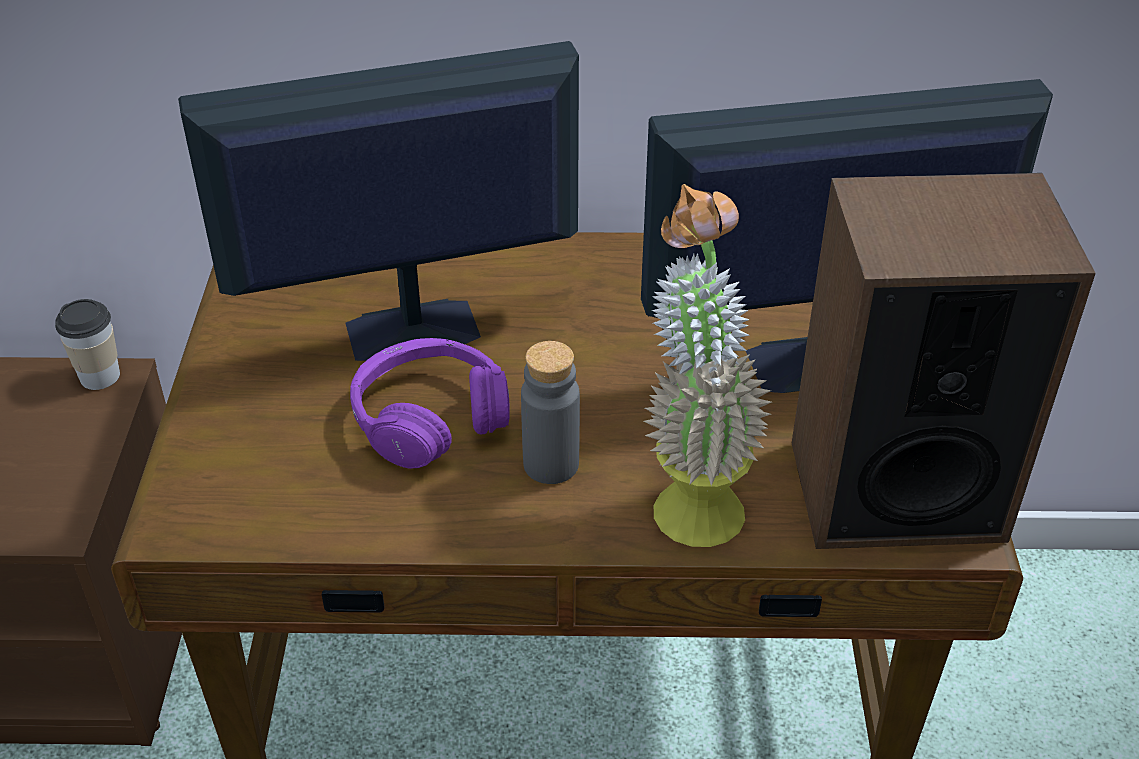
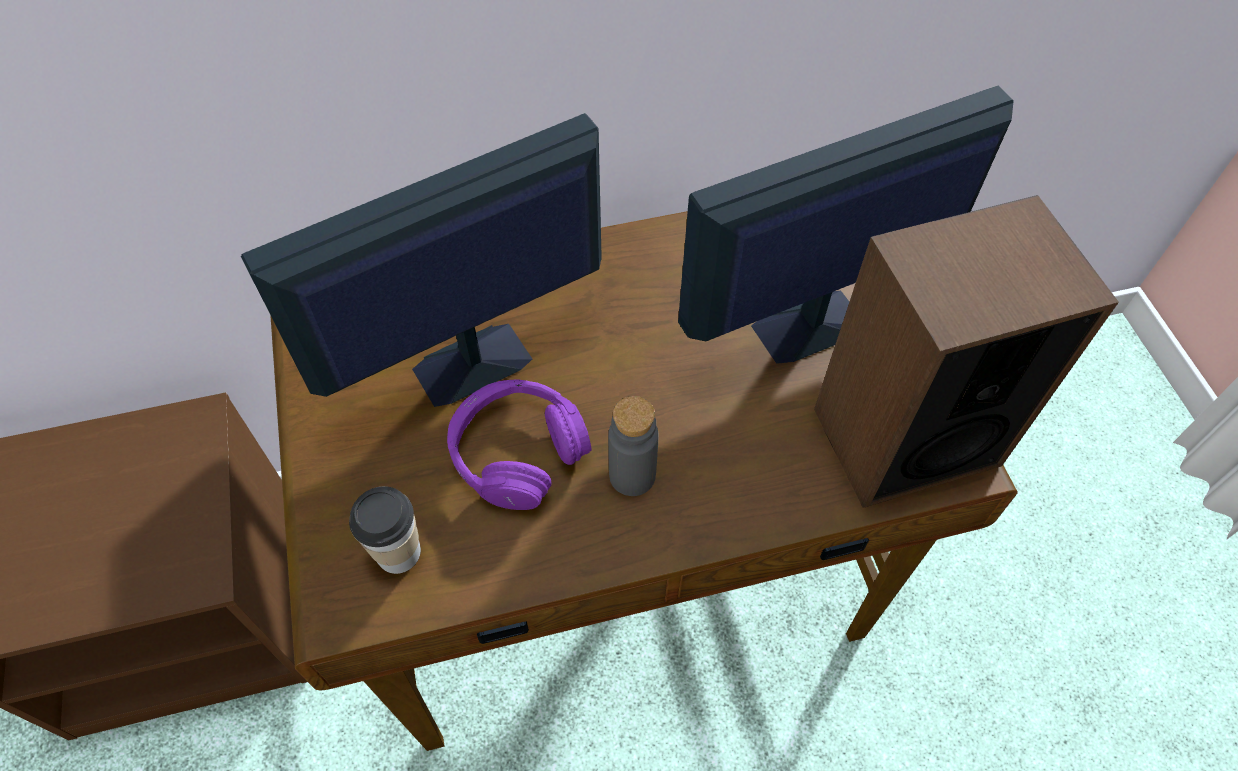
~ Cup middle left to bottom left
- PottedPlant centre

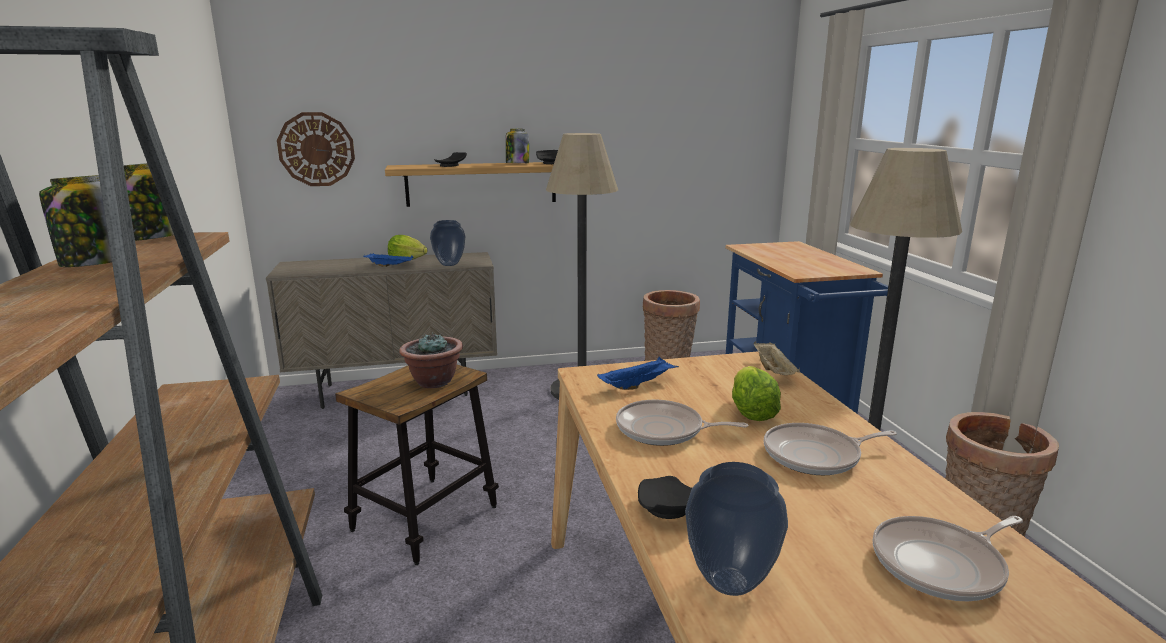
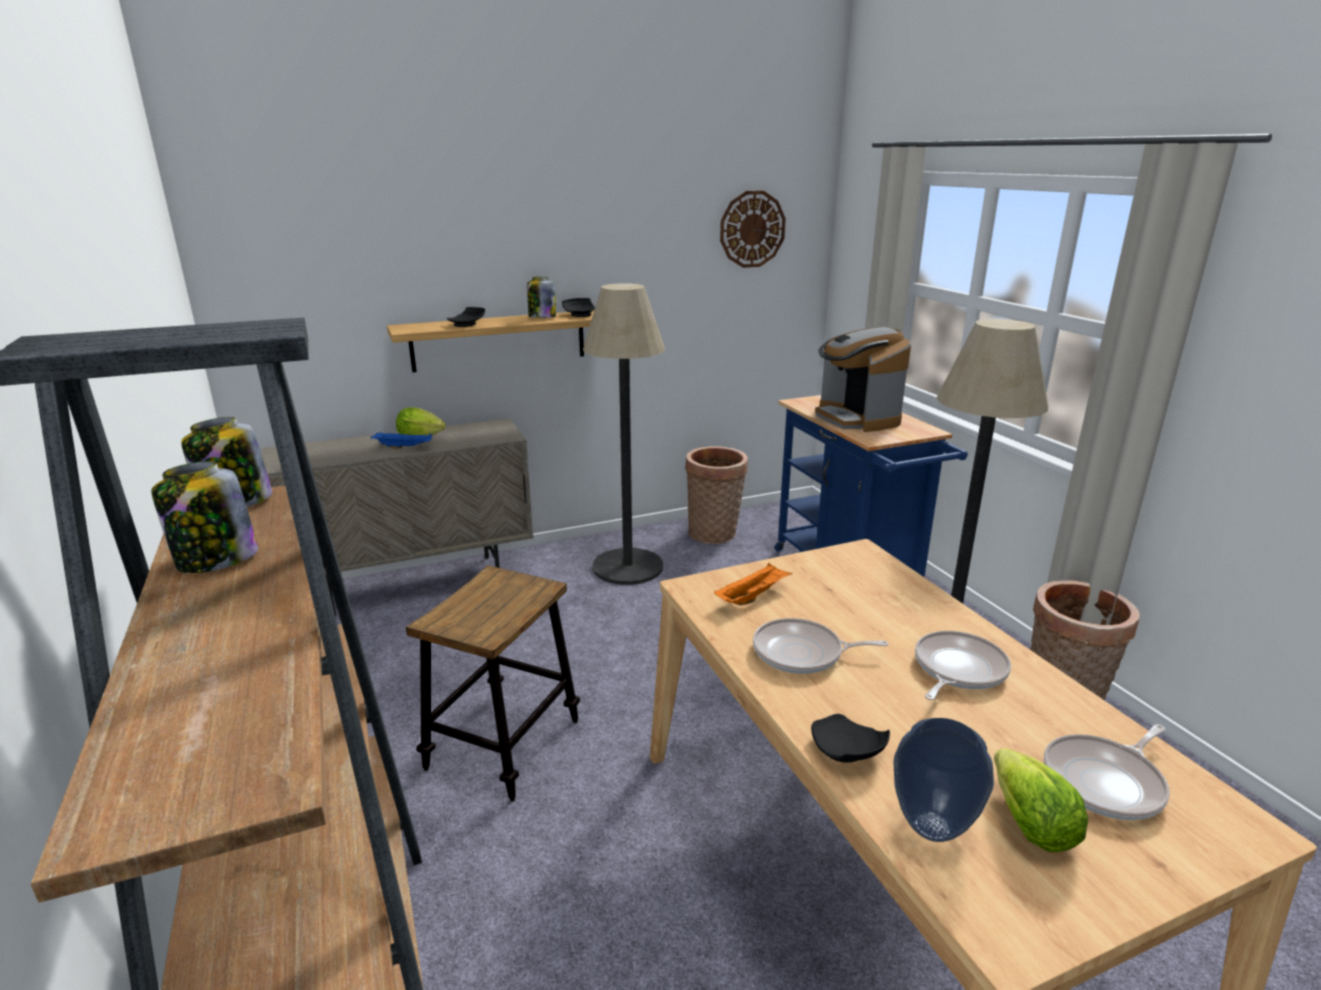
~ BlueTray (2nd from left) centre to OrangeTray centre
~ WallClock top left to top centre
+ CoffeeMachine centre
~ FryingPan (2nd from left) bottom right = bottom right 150 degrees clockwise
~ Lettuce (2nd from left) centre to bottom right
- PottedPlant centre
- Vase (1st from left) centre
- BeigeTray centre

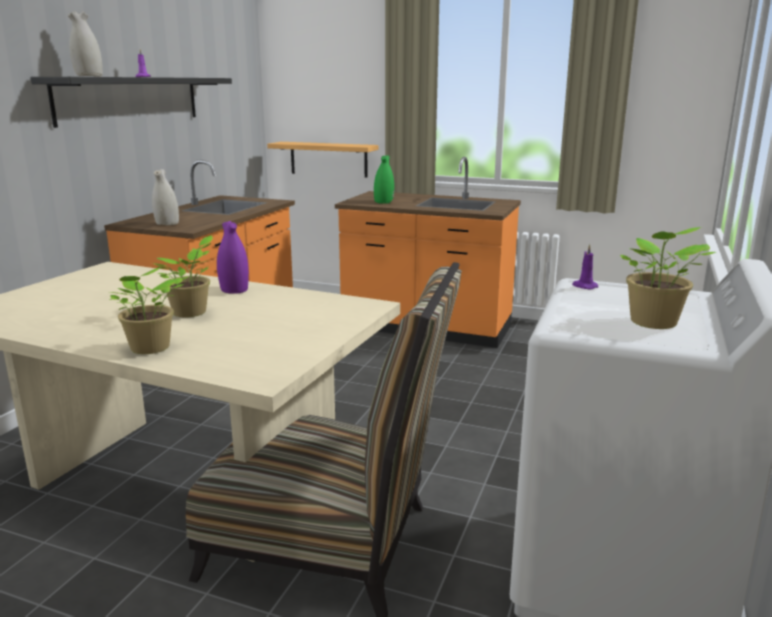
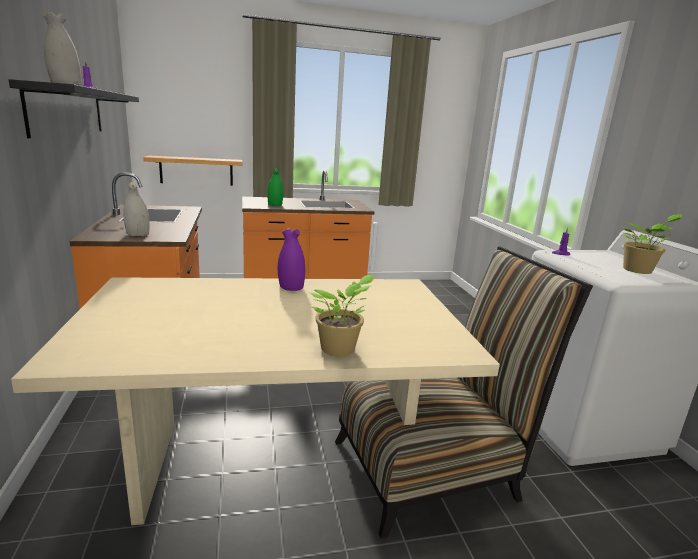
- PottedPlant (2nd from left) middle left

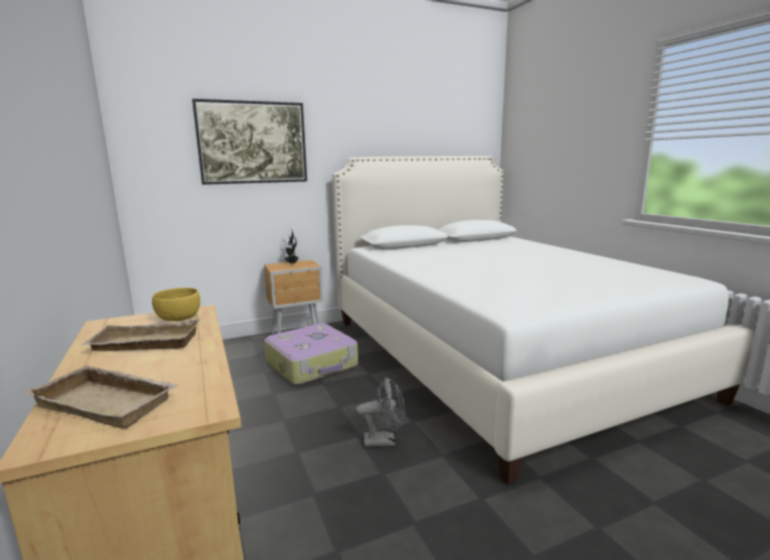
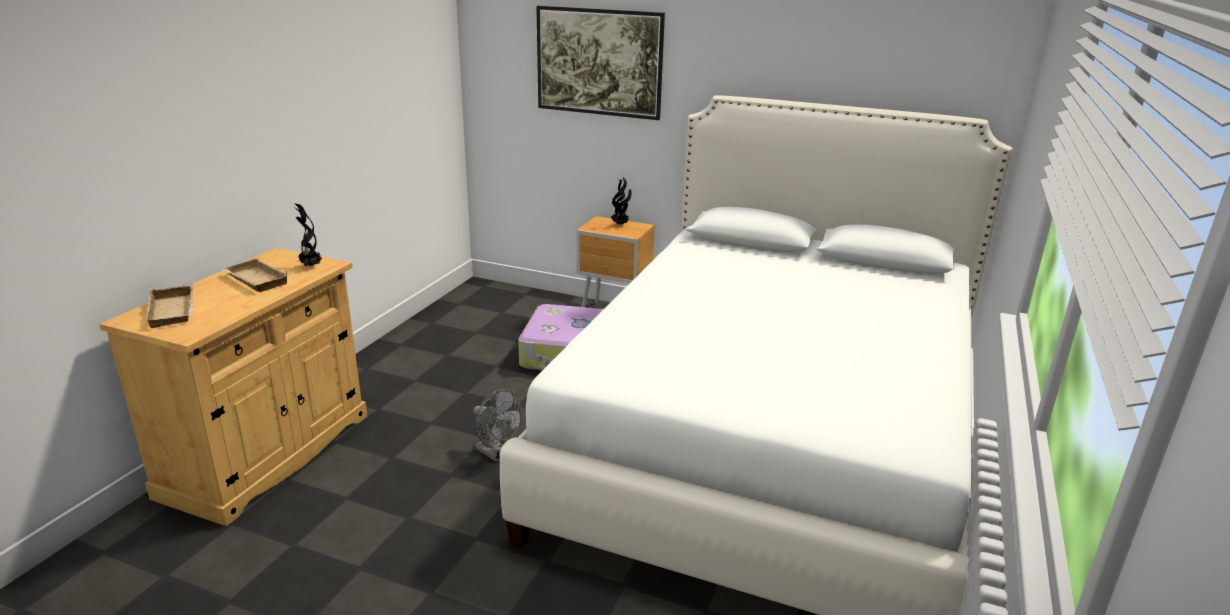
~ YellowBowl middle left to PottedPlant (1st from left) middle left

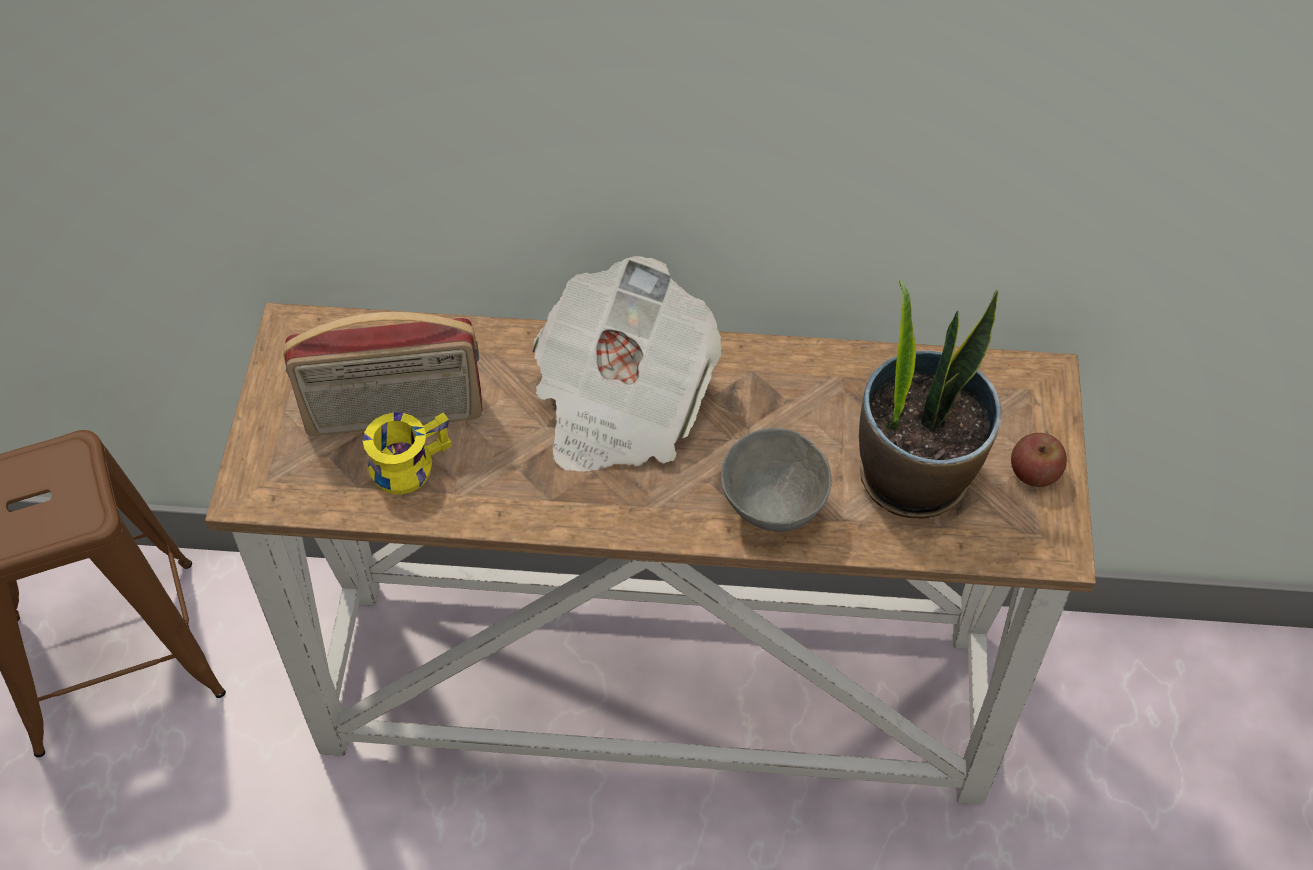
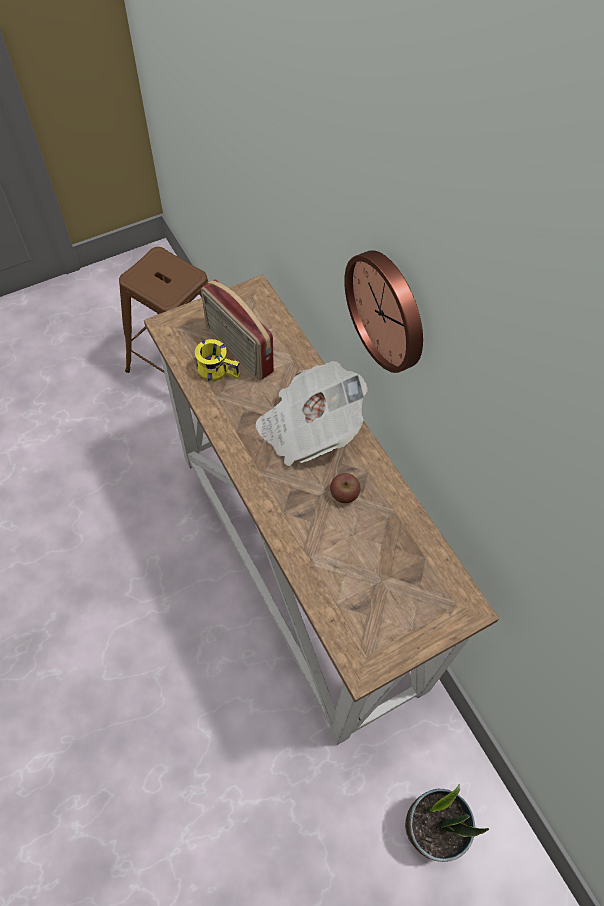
~ Apple middle right to centre
+ WallClock centre
~ PottedPlant middle right to bottom right
- GreyBowl centre

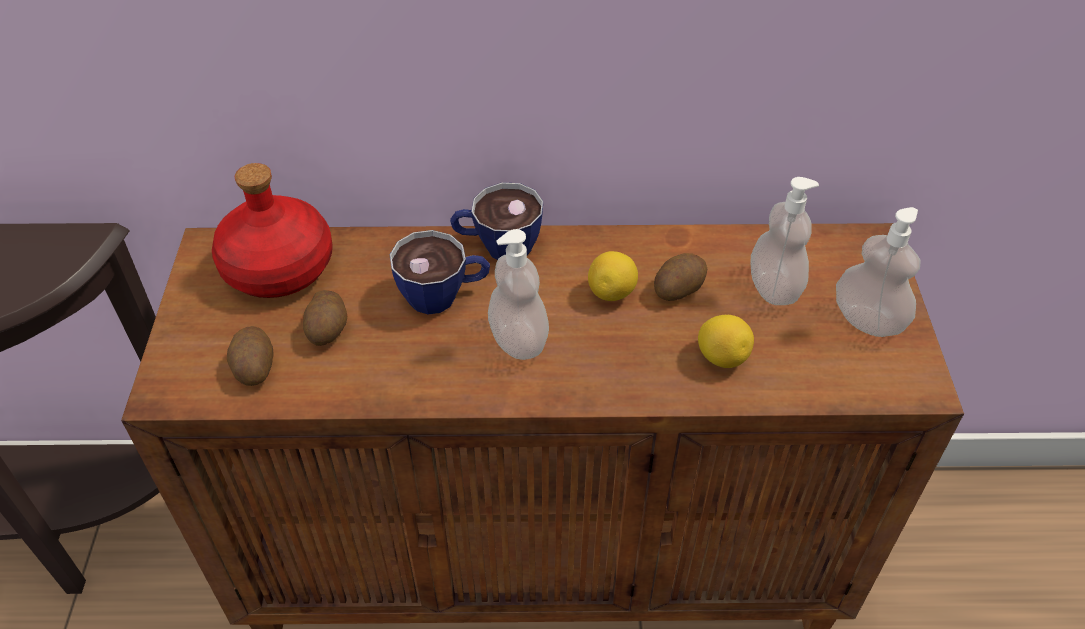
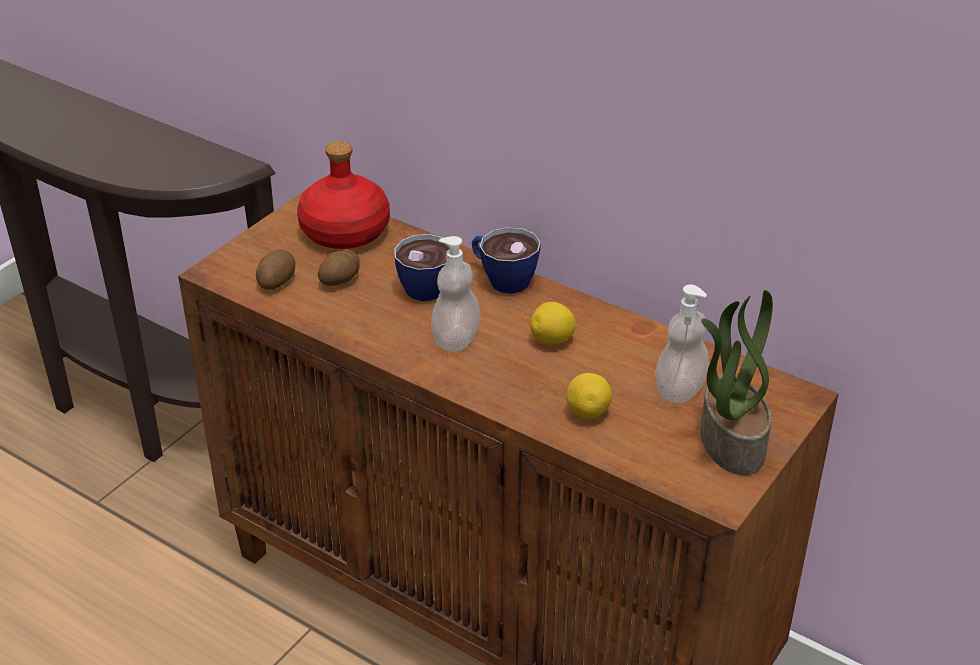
~ SoapDispenser (3rd from left) middle right to PottedPlant middle right
- Potato (3rd from left) centre

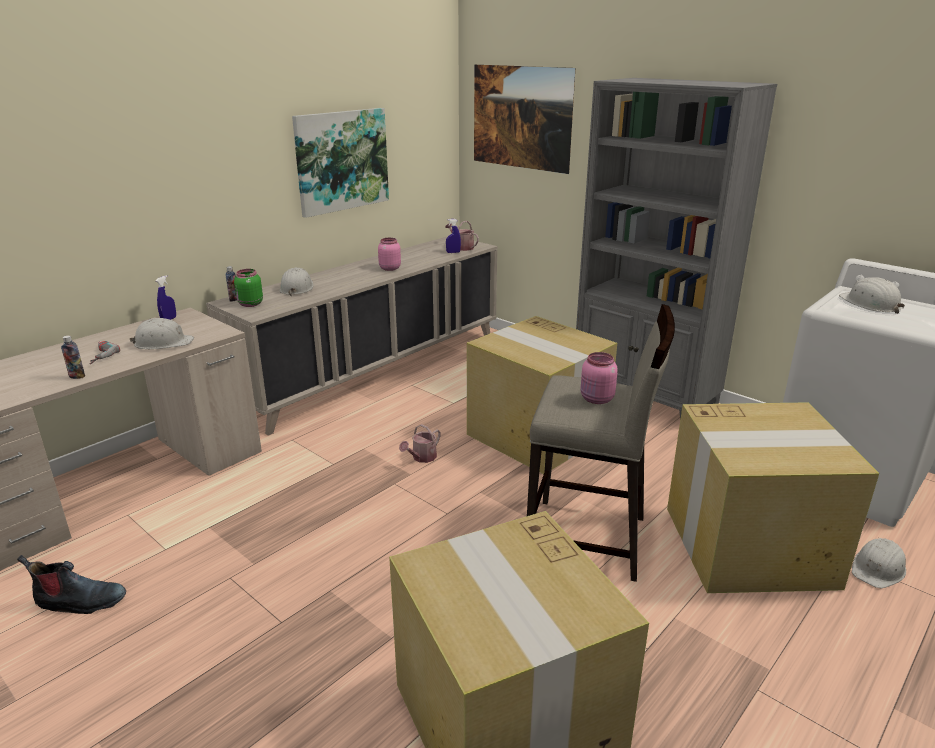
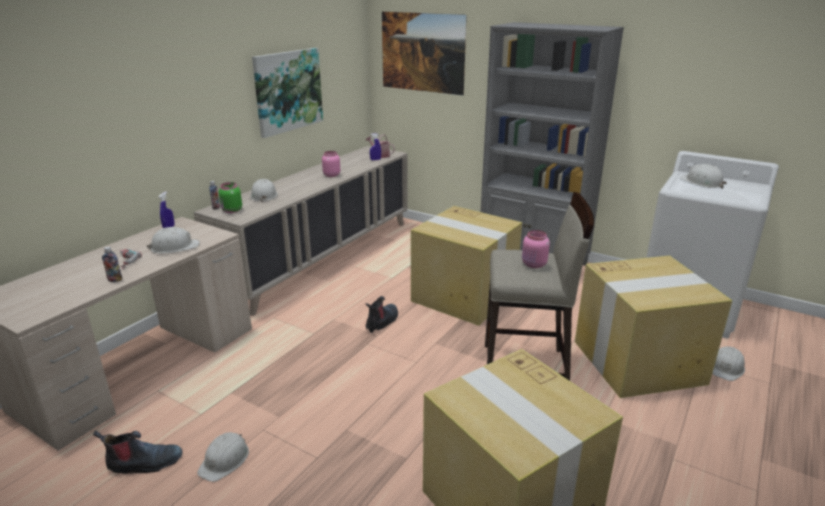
+ WhiteHardHat (2nd from left) bottom left
~ WateringCan (1st from left) centre to Boot (2nd from left) centre

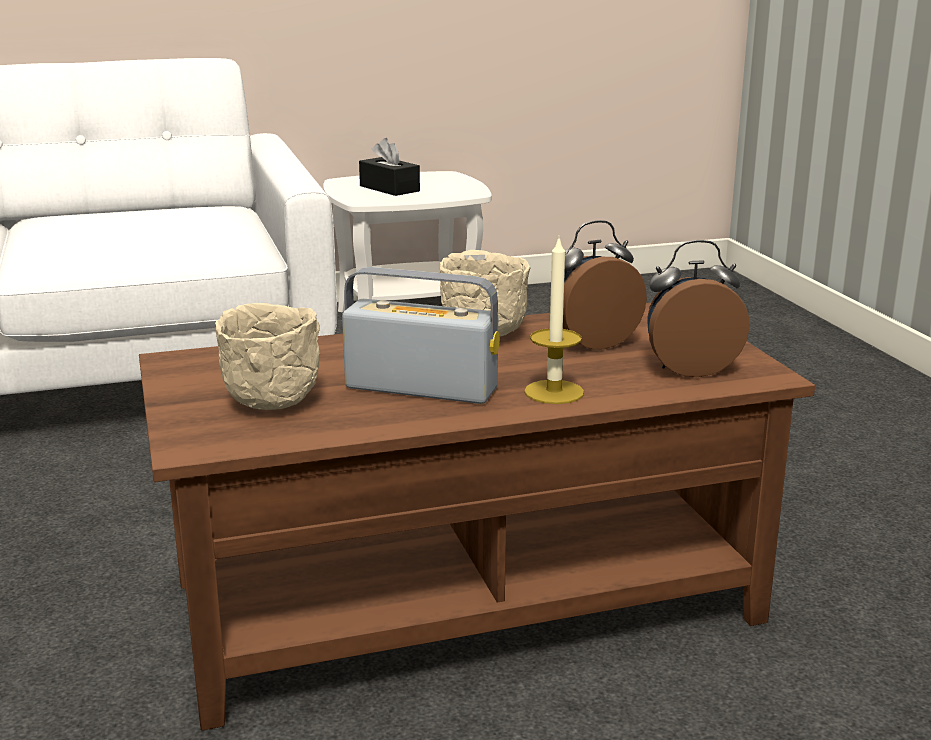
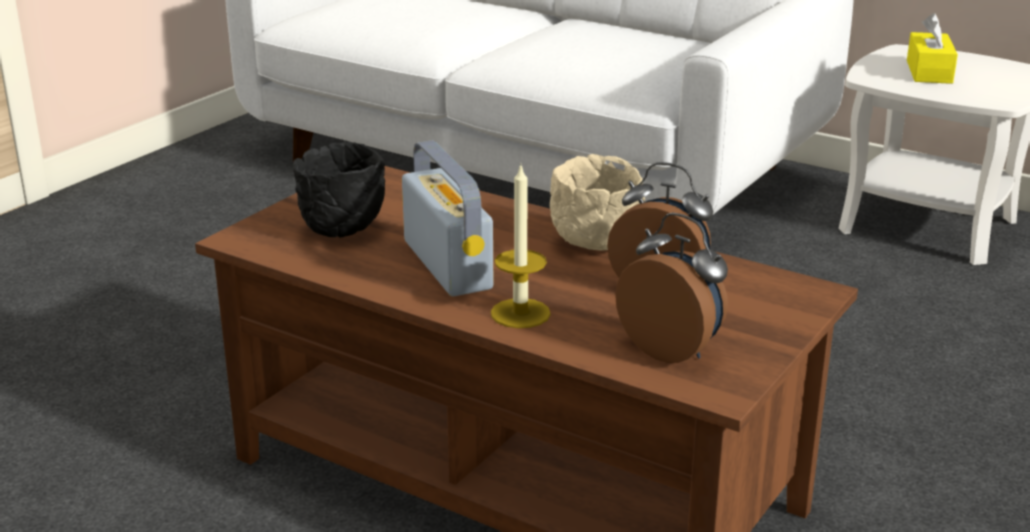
~ BeigeBowl (1st from left) middle left to BlackBowl middle left
~ BlackTissueBox top centre to YellowTissueBox top right

